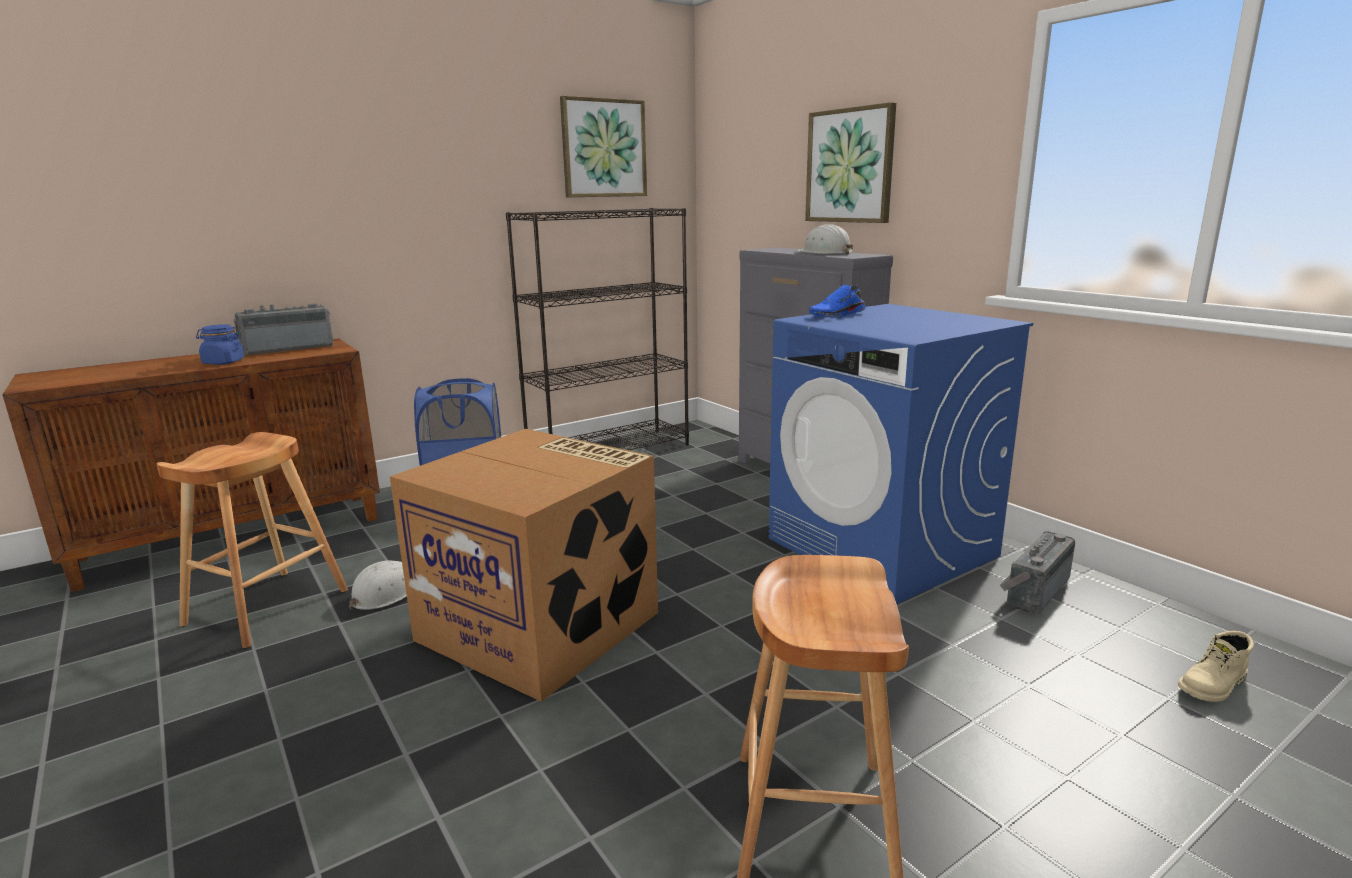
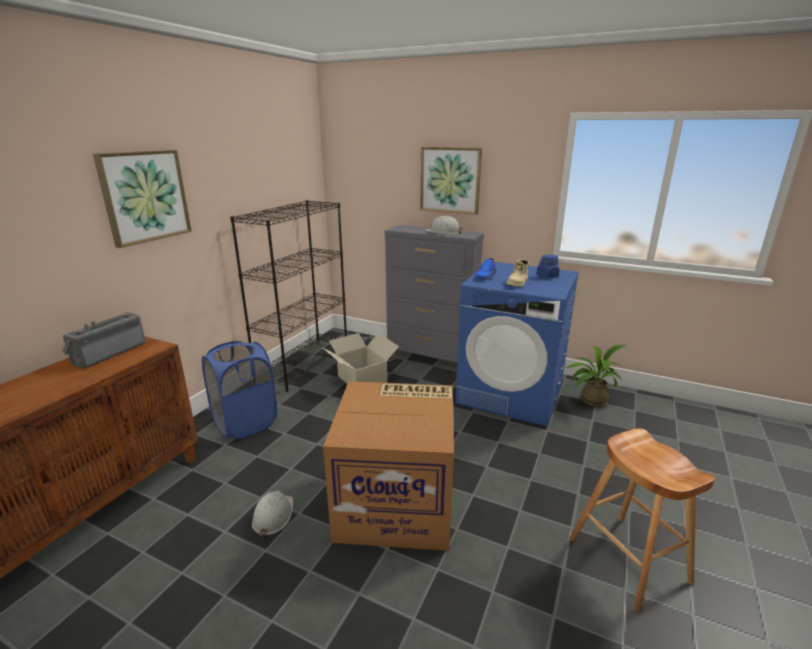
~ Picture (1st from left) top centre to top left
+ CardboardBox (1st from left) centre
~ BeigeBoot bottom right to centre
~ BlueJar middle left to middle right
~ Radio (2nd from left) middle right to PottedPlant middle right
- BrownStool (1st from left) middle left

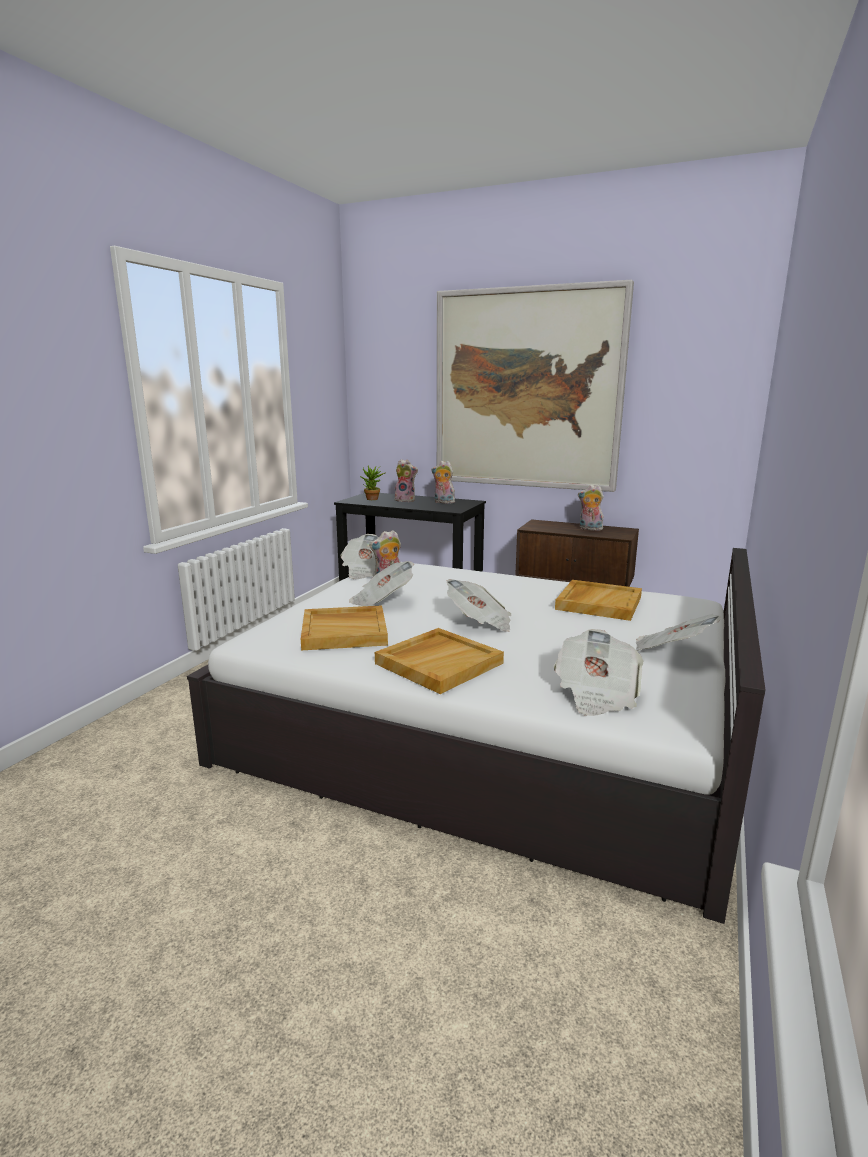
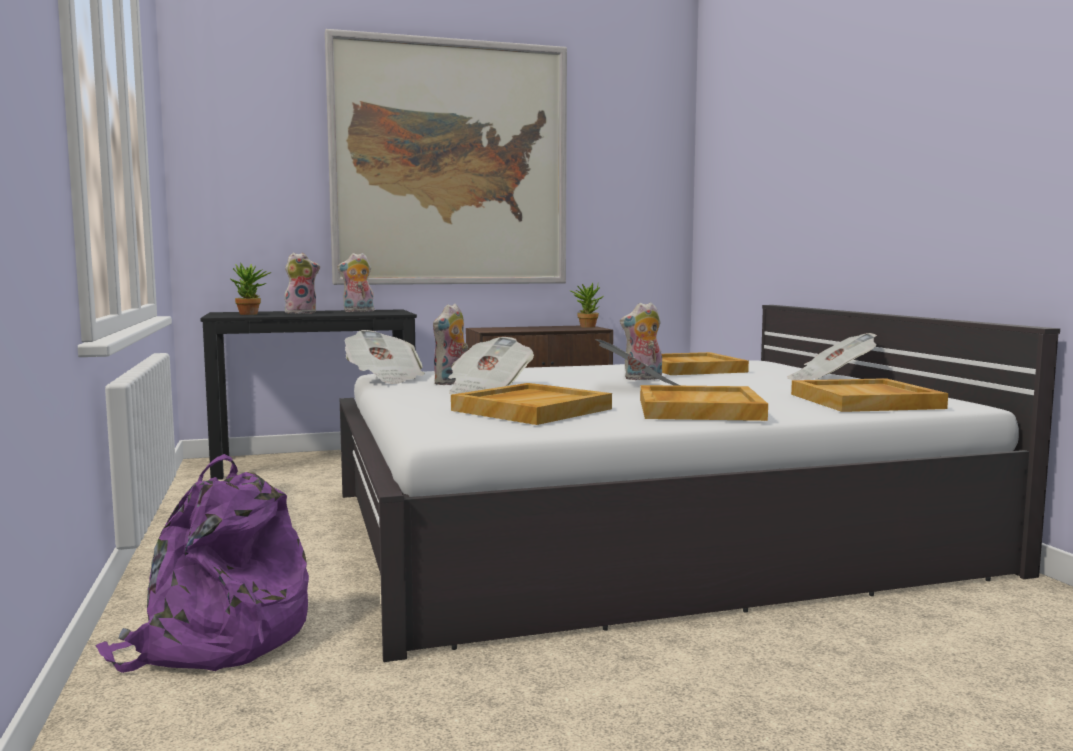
+ PurpleBackpack bottom left
+ PottedPlant (2nd from left) centre
~ PlushToy (4th from left) middle right to centre
~ Newspaper (4th from left) middle right to BeigeTray (4th from left) middle right

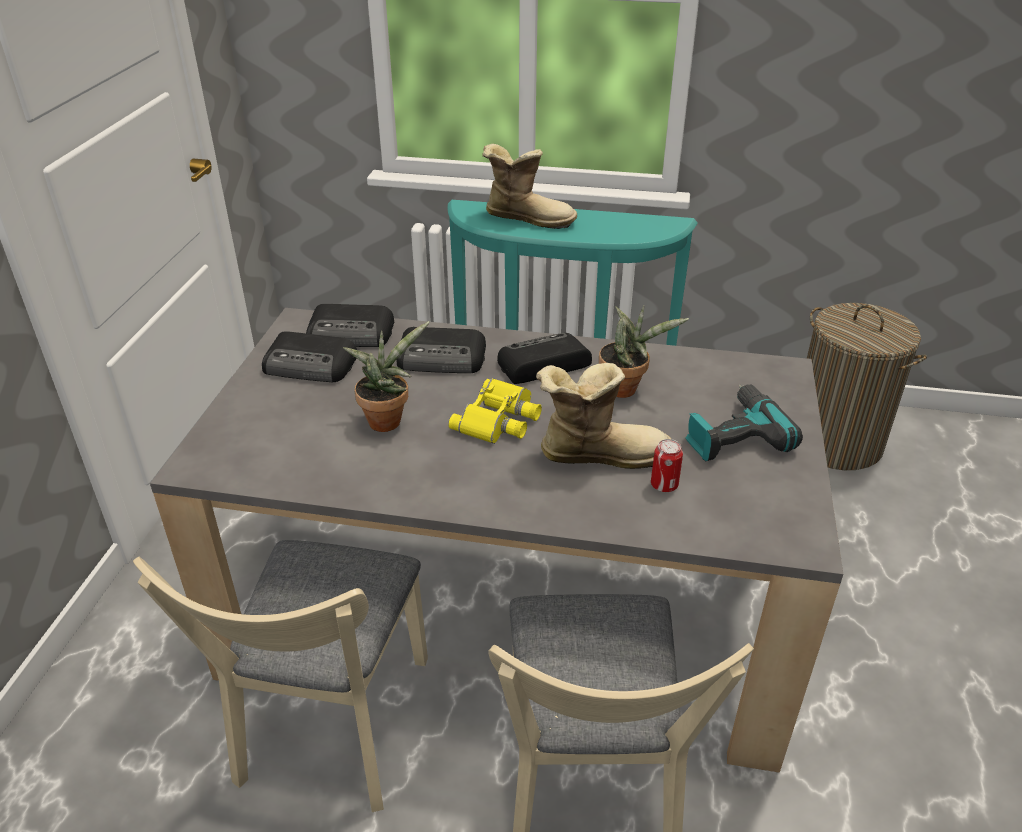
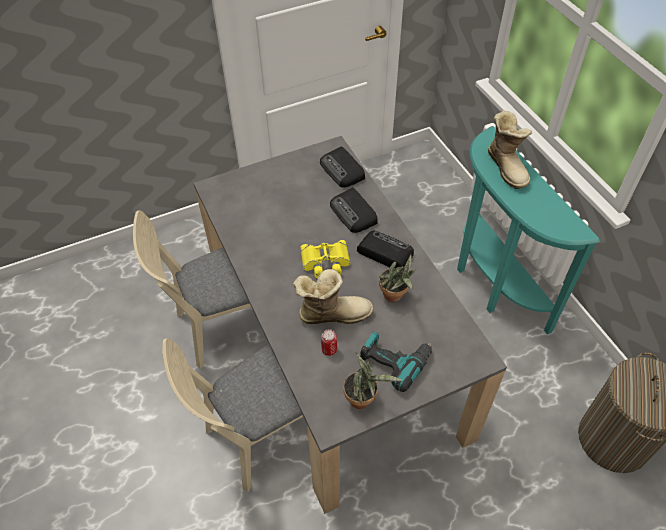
~ Boot (2nd from left in the first image) centre = centre 60 degrees counterclockwise
~ PottedPlant (1st from left) centre to bottom centre
- Radio (1st from left) middle left

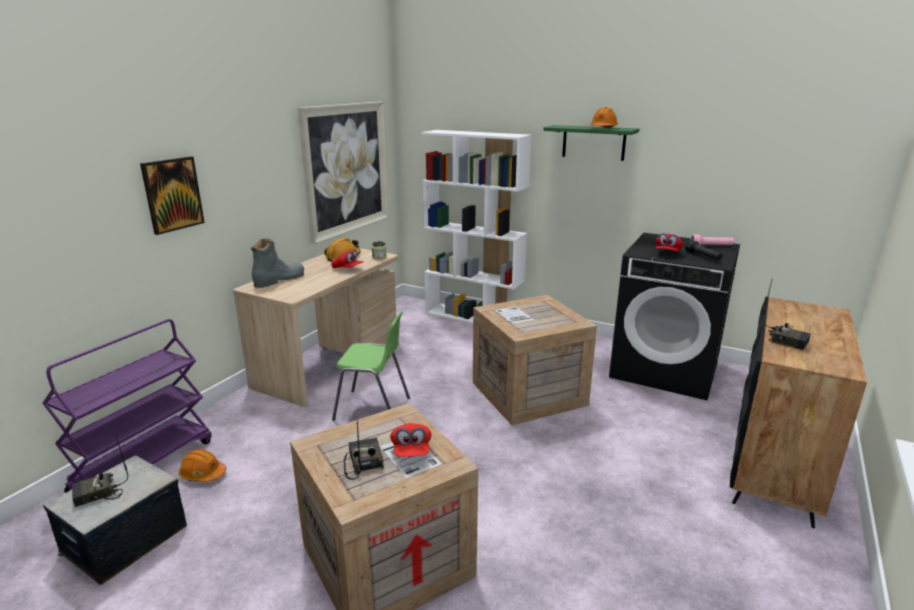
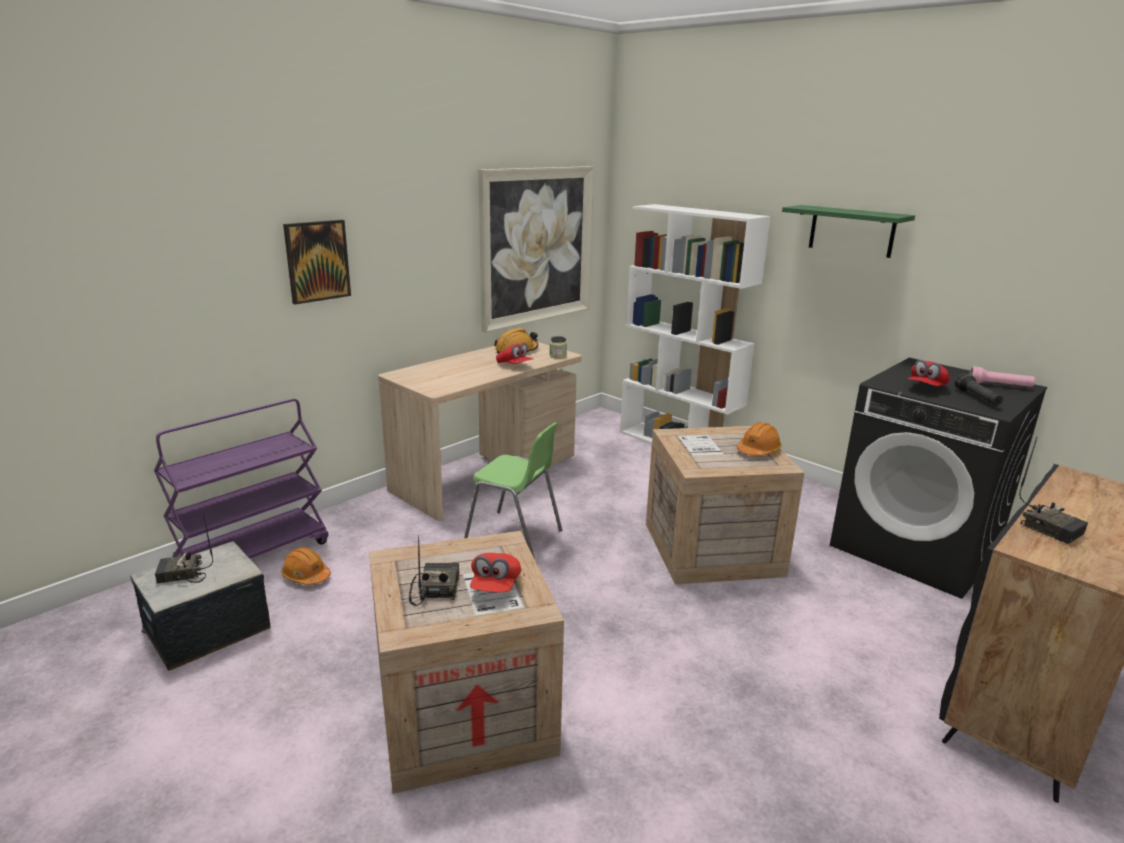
~ OrangeHardHat (3rd from left) top centre to middle right
- GreyBoot middle left

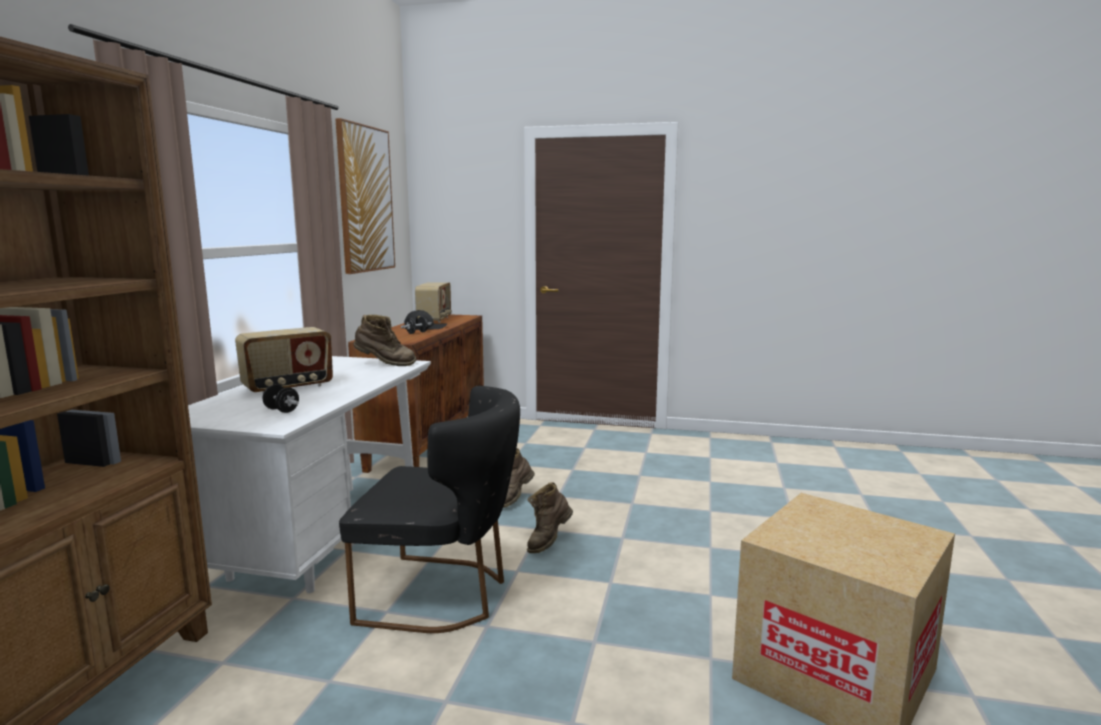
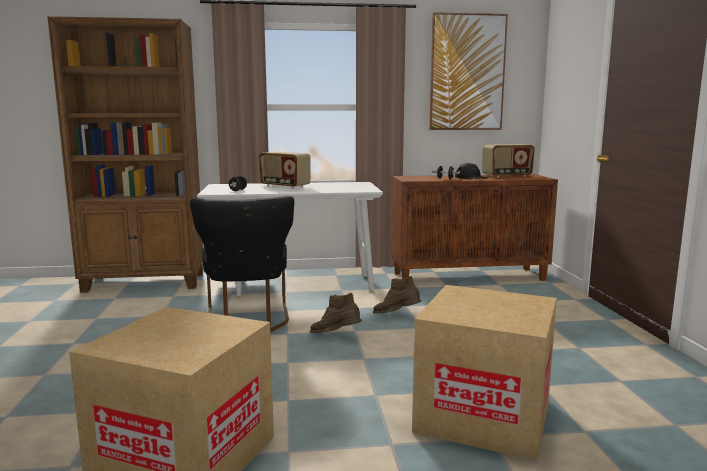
+ CardboardBox (2nd from left) bottom right
- BrownBoot (1st from left) centre

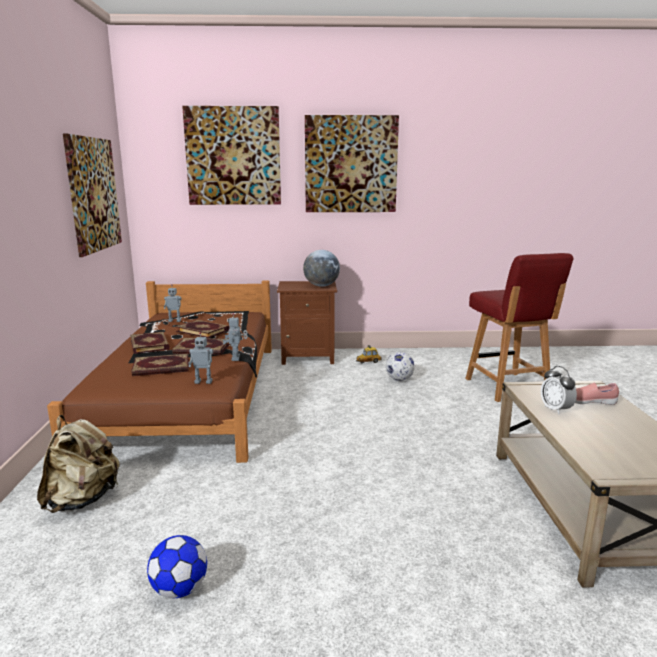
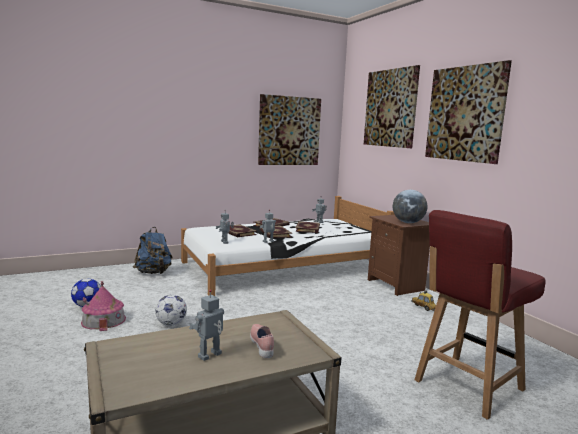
+ ToyHouse bottom left
~ BeigeBackpack bottom left to BlueBackpack middle left
~ Football (2nd from left) centre to bottom left
~ BrownBed middle left to WhiteBed centre
+ ToyRobot (1st from left) bottom centre
- AlarmClock middle right

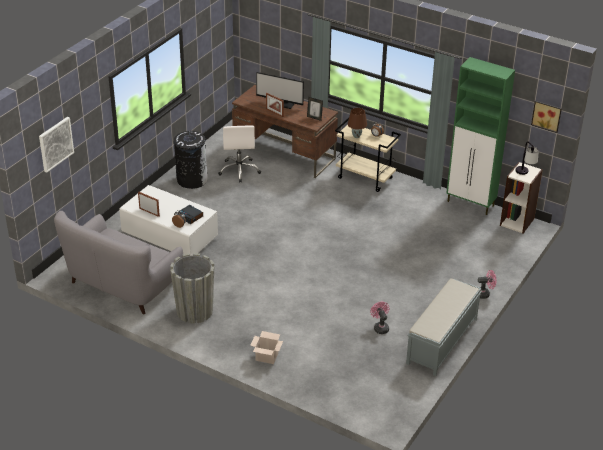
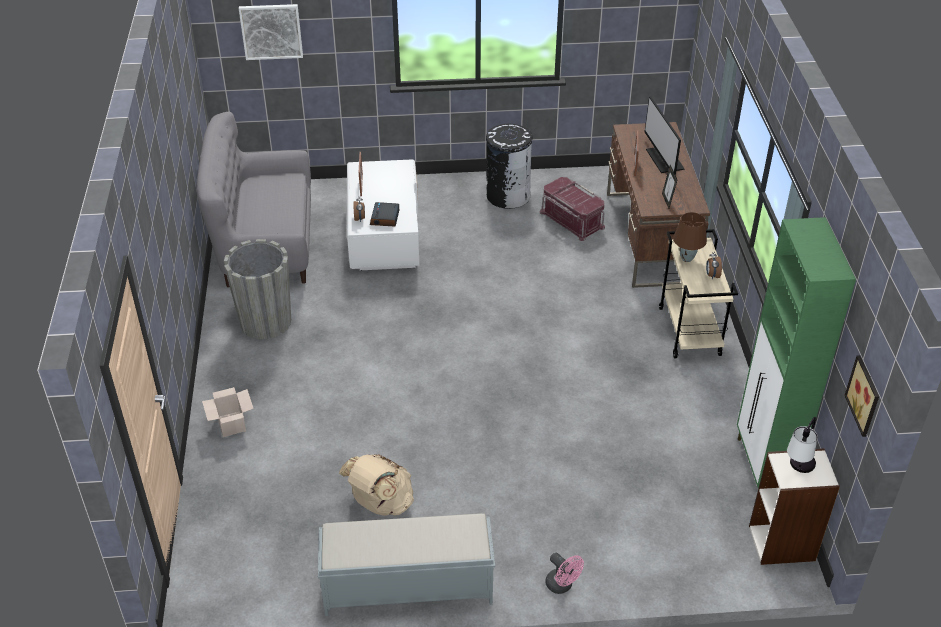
~ PinkFan (1st from left) bottom centre to BeigeBackpack bottom centre
~ WhiteOfficeChair centre to RedStorageBox centre

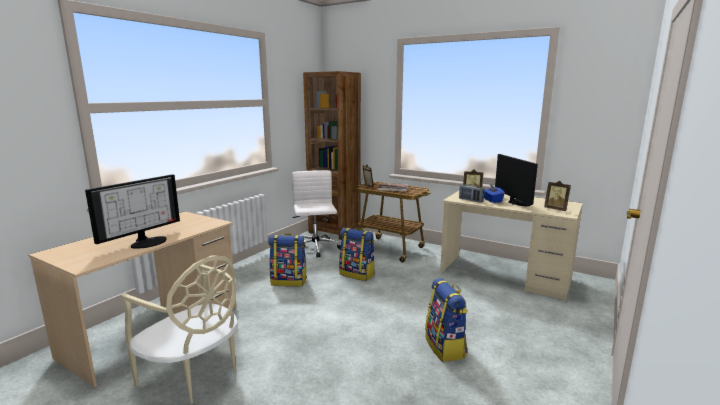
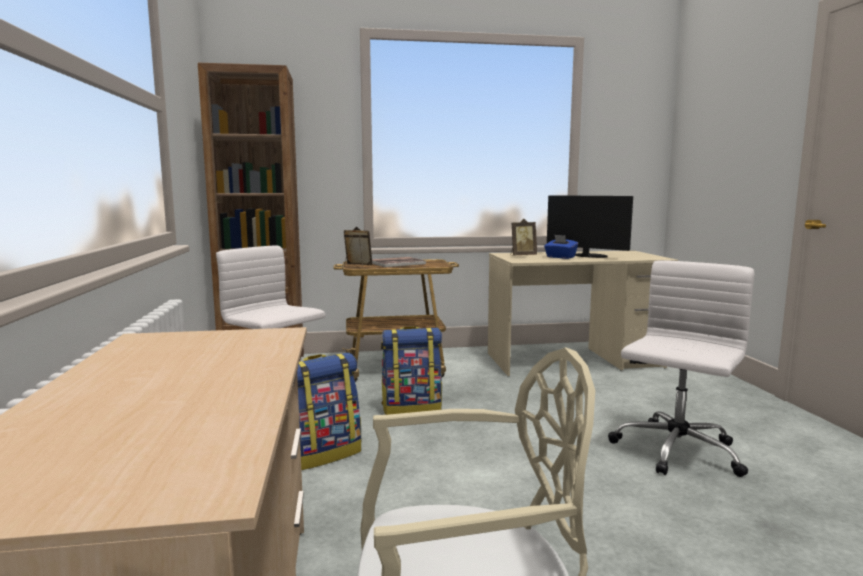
~ Backpack (3rd from left) bottom centre to WhiteOfficeChair (2nd from left) middle right
- Monitor (1st from left) middle left
- Radio centre
- PictureFrame (3rd from left) middle right

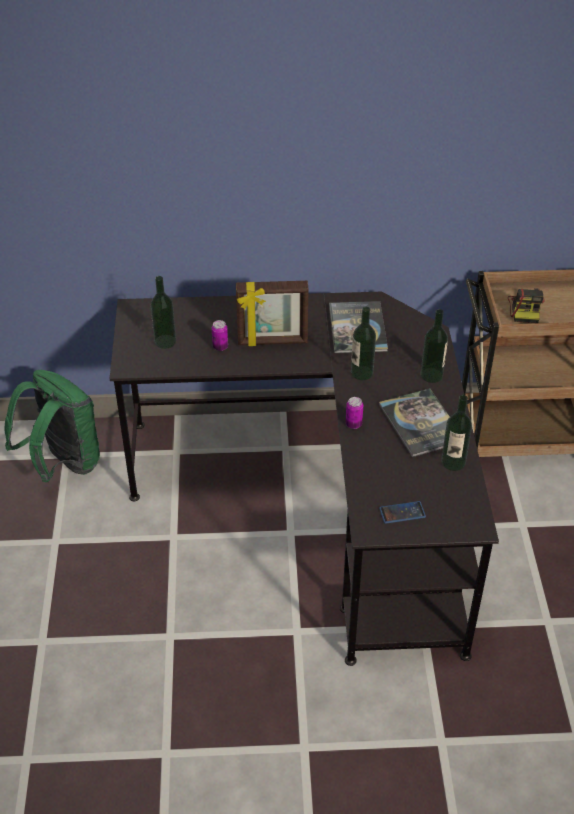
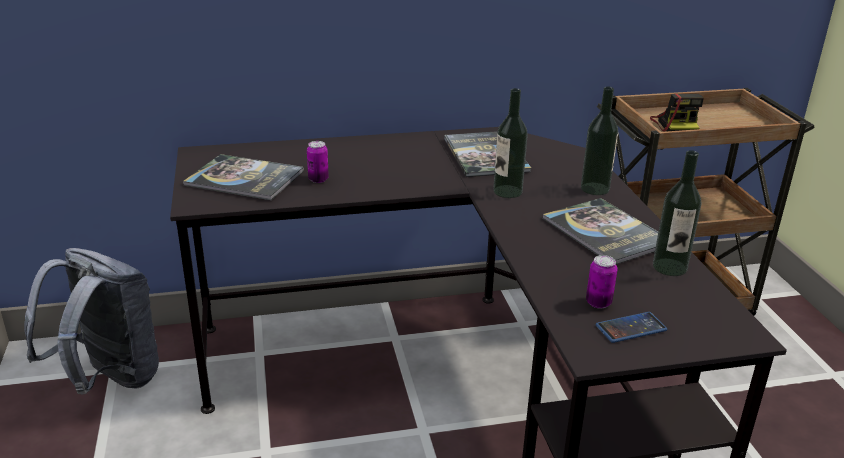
~ GreenBackpack middle left to GreyBackpack bottom left
~ Bottle (1st from left) middle left to Book (1st from left) middle left
~ Can (2nd from left) centre to middle right
- PictureFrame centre

